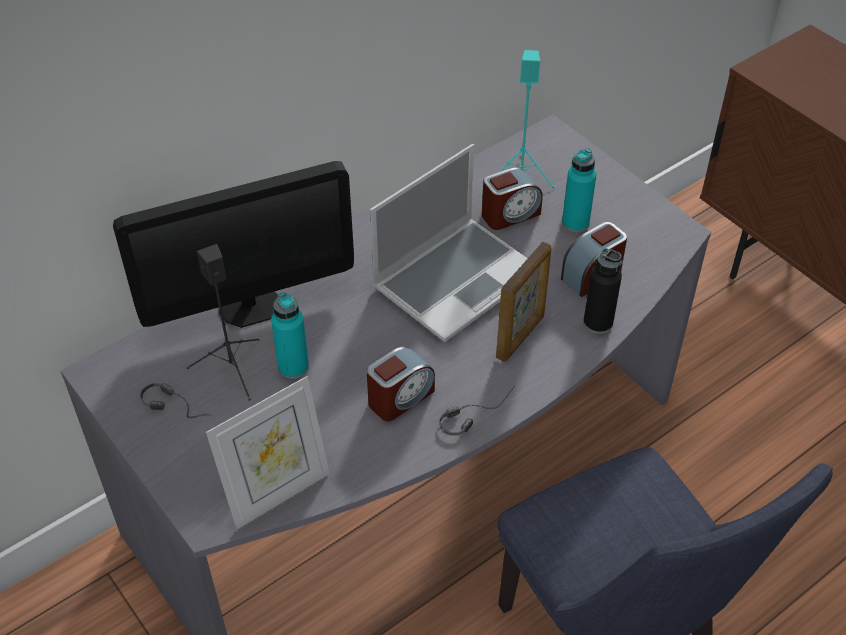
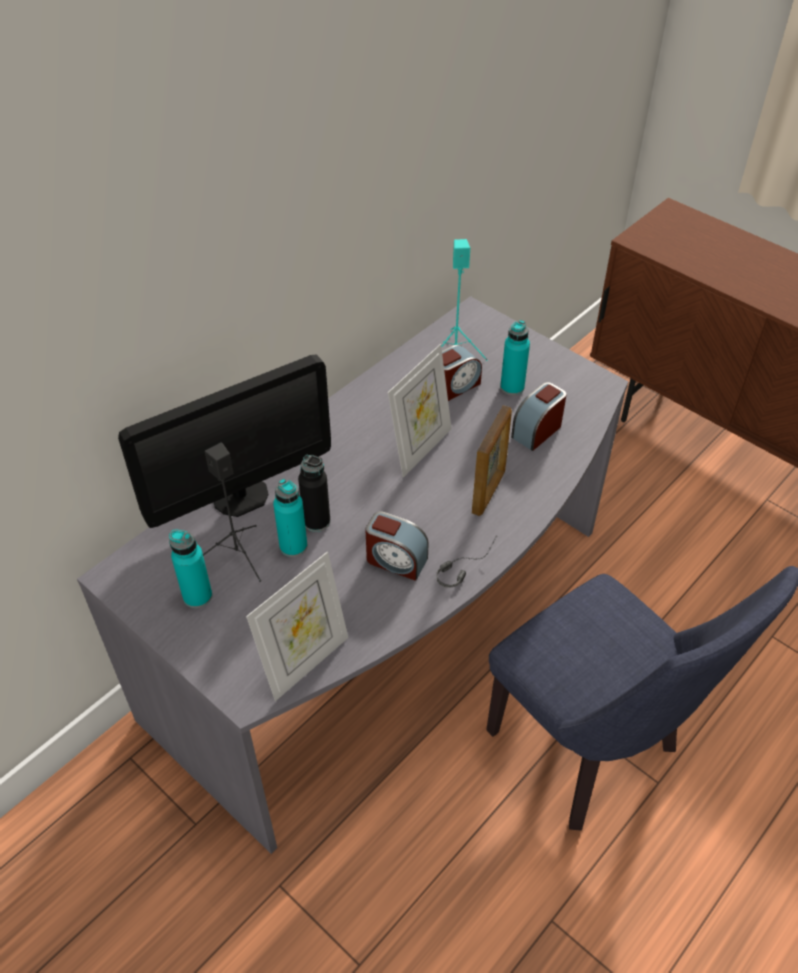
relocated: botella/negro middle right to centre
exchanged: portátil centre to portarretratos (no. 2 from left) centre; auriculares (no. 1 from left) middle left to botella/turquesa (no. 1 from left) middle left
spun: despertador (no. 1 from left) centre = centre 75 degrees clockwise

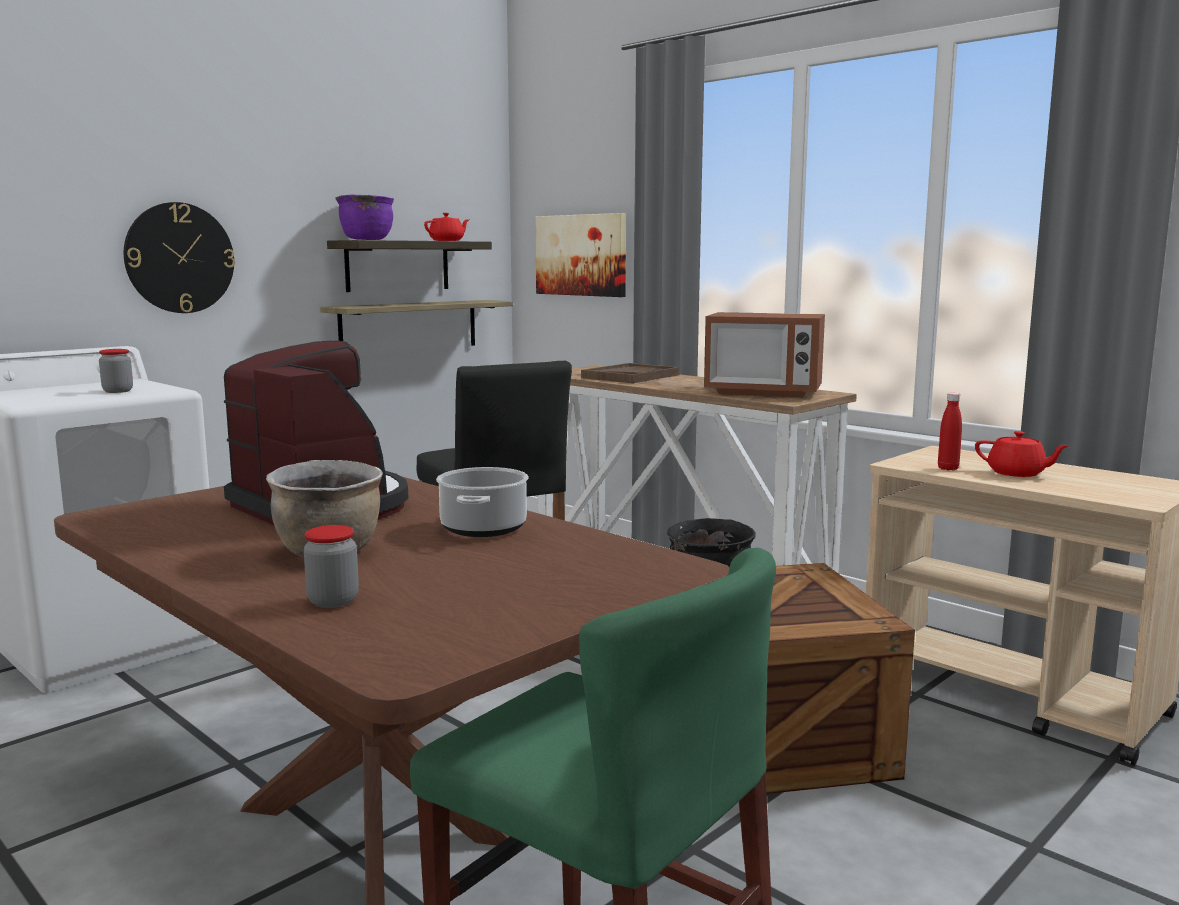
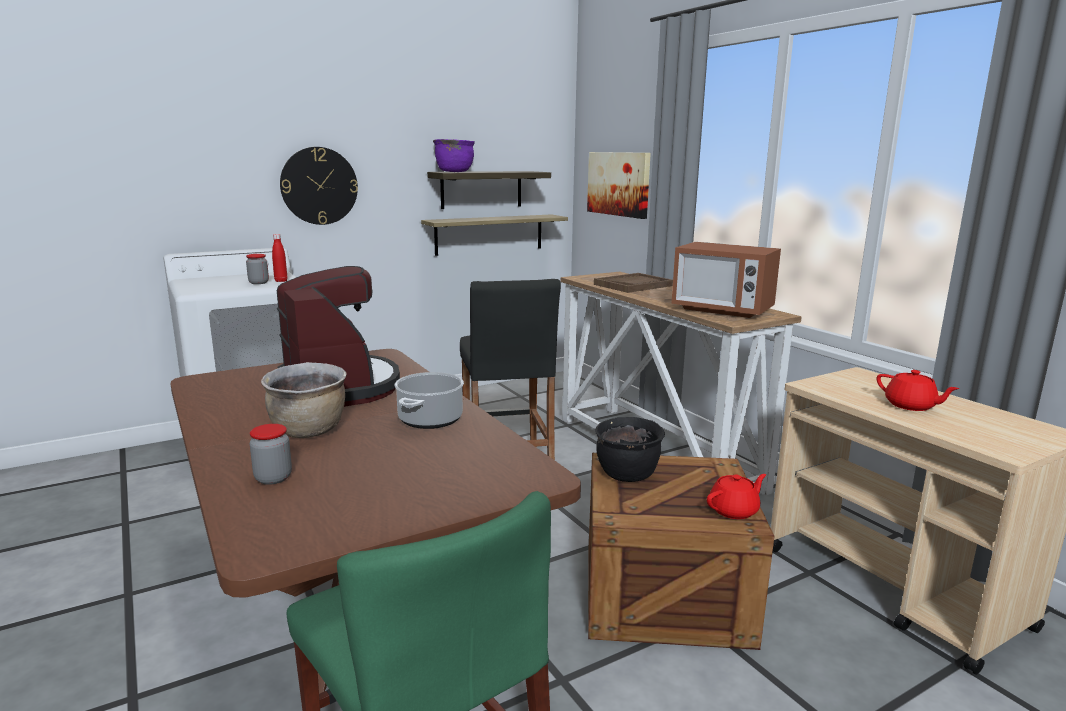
relocated: tetera/rojo (no. 1 from left) top centre to bottom right; botella/rojo middle right to middle left

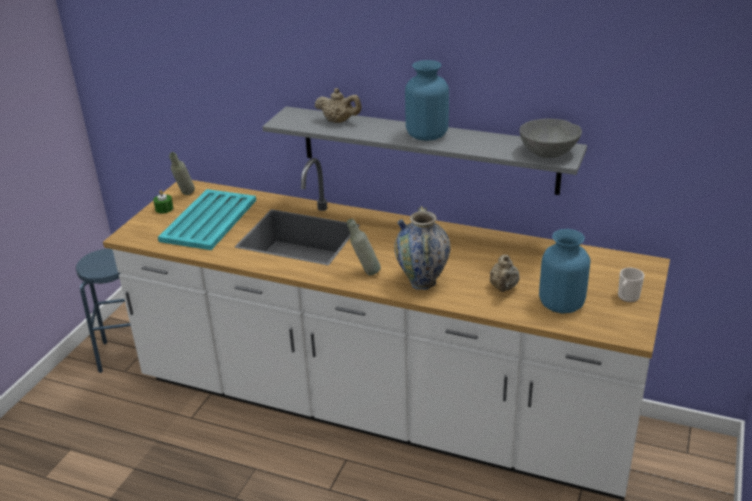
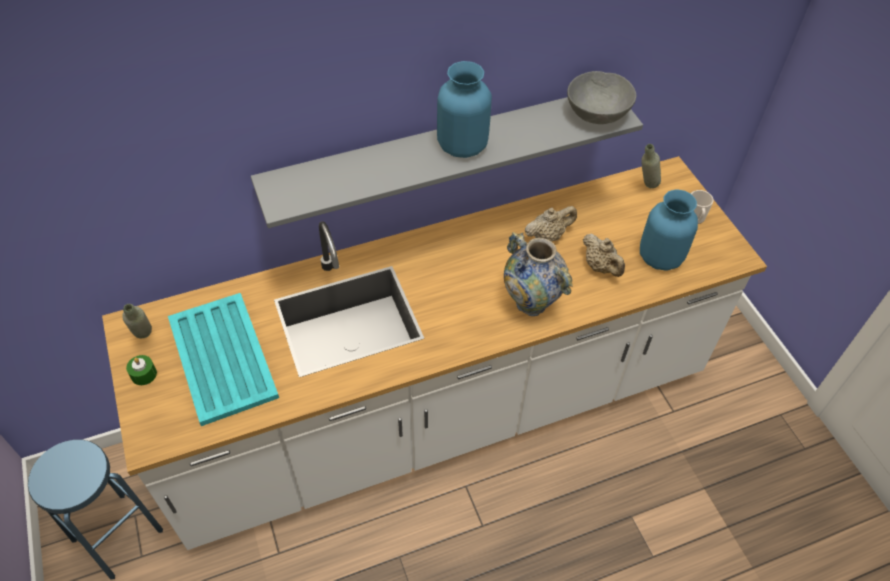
relocated: tetera/beis (no. 1 from left) top centre to centre; botella/gris (no. 2 from left) centre to top right

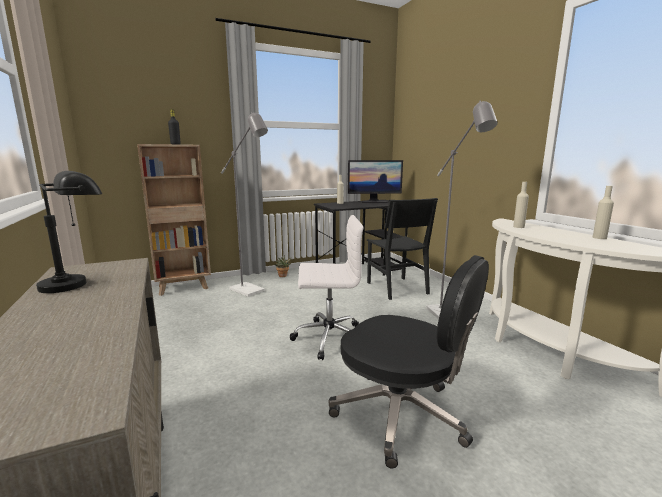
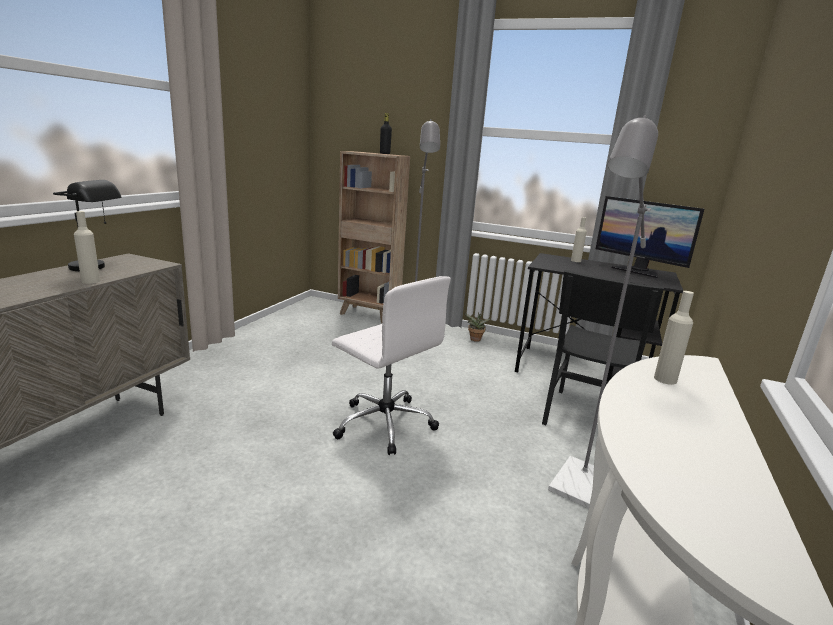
missing: silla de oficina/negro bottom centre
relocated: botella/beis (no. 3 from left in the first image) middle right to botella/beis (no. 1 from left) middle left

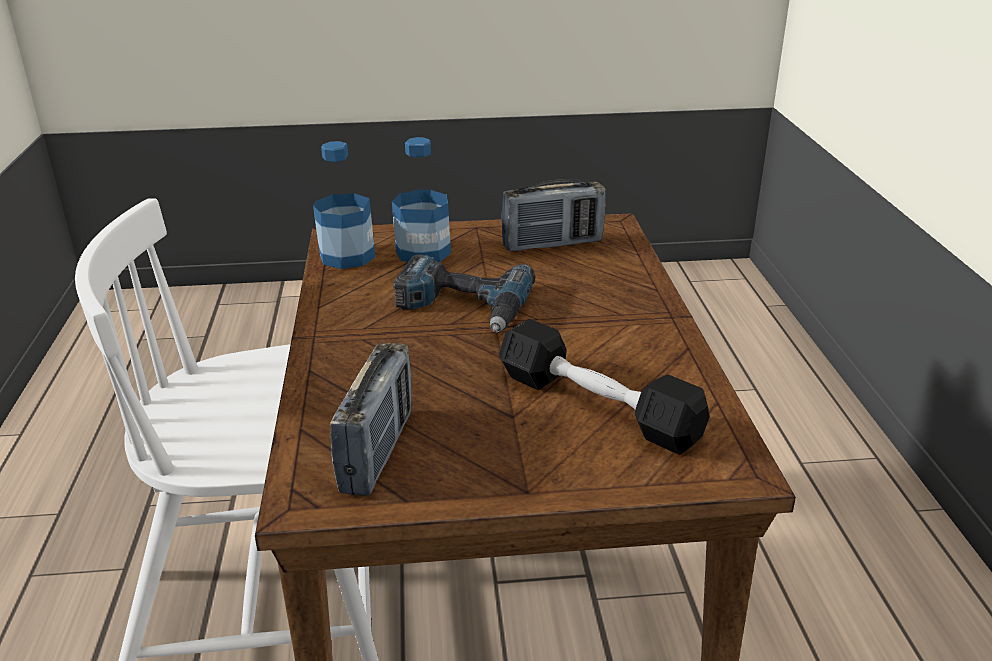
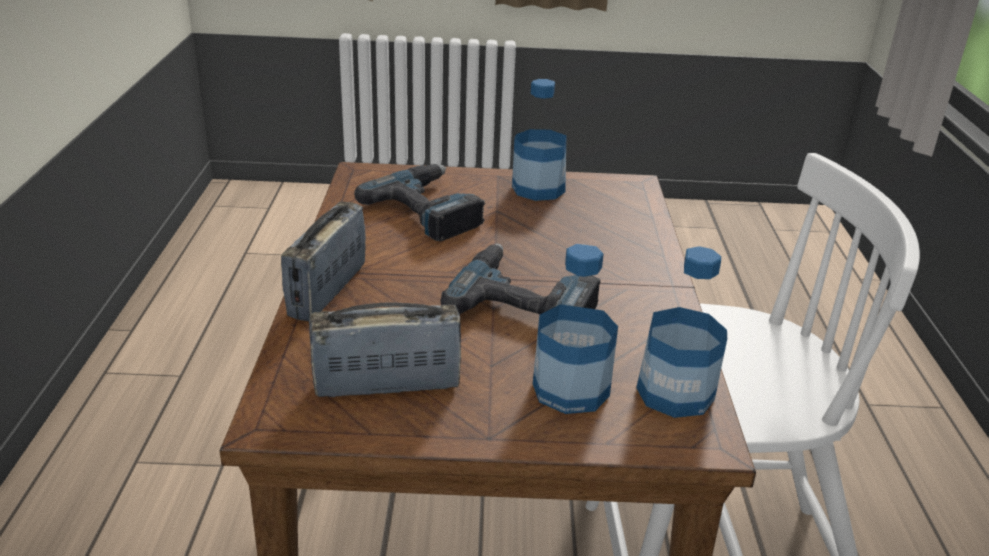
appeared: botella (no. 1 from left) top centre
relocated: radio (no. 1 from left) centre to middle left
exchanged: mancuerna/negro centre to taladro (no. 1 from left) centre

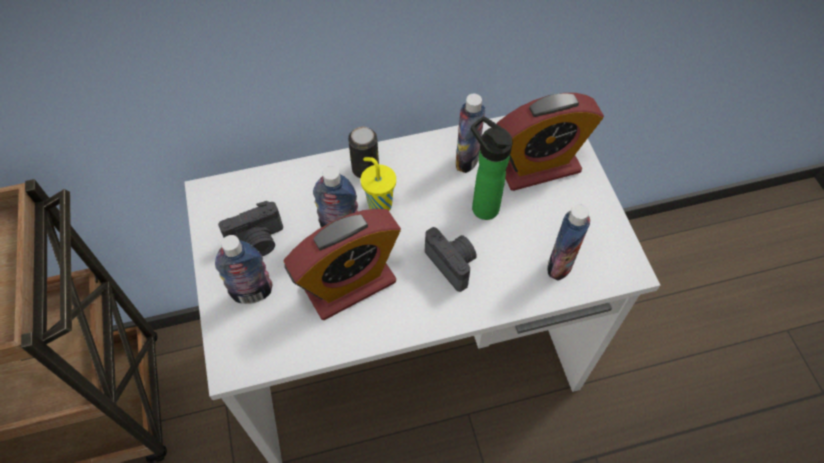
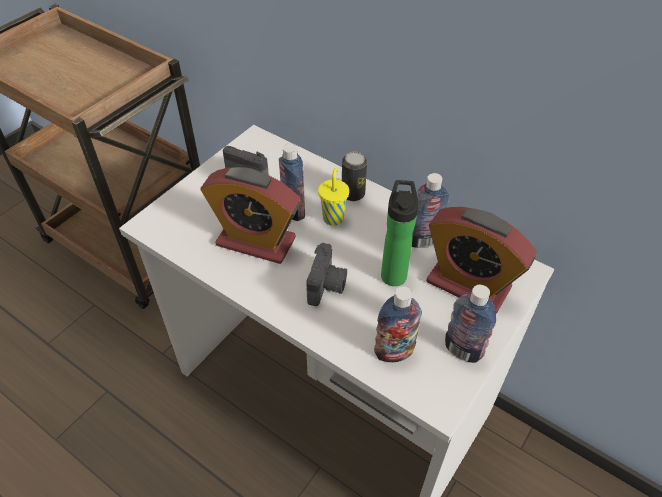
relocated: botella (no. 1 from left in the first image) middle left to botella (no. 5 from left) middle right

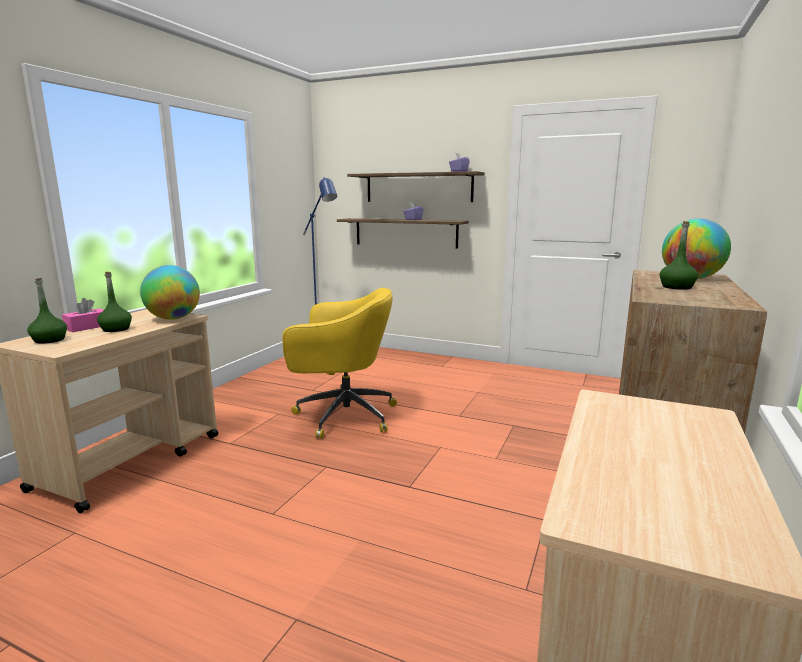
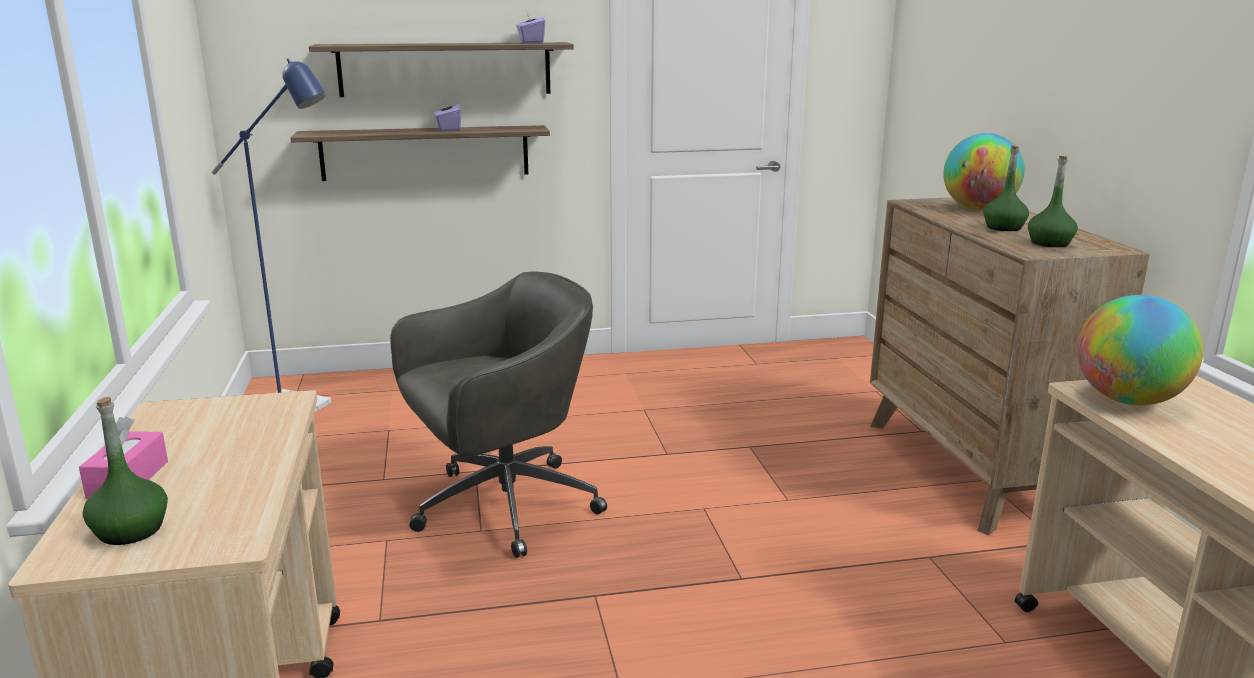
relocated: globo terráqueo (no. 1 from left in the first image) middle left to globo terráqueo (no. 2 from left) middle right; botella/verde (no. 2 from left in the first image) middle left to botella/verde (no. 3 from left) top right
colour: silla de oficina/amarillo centre to silla de oficina/gris centre

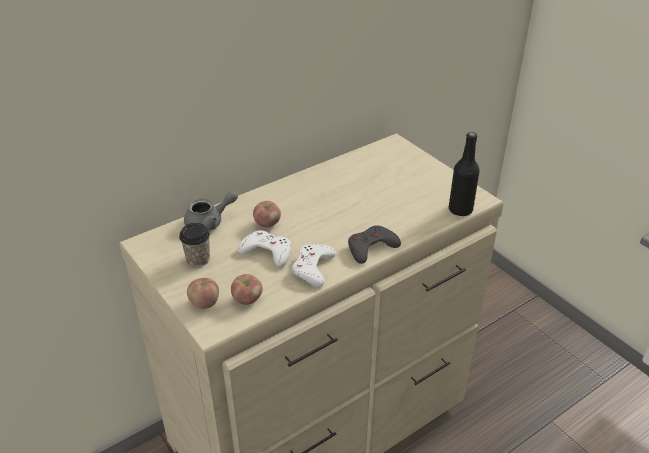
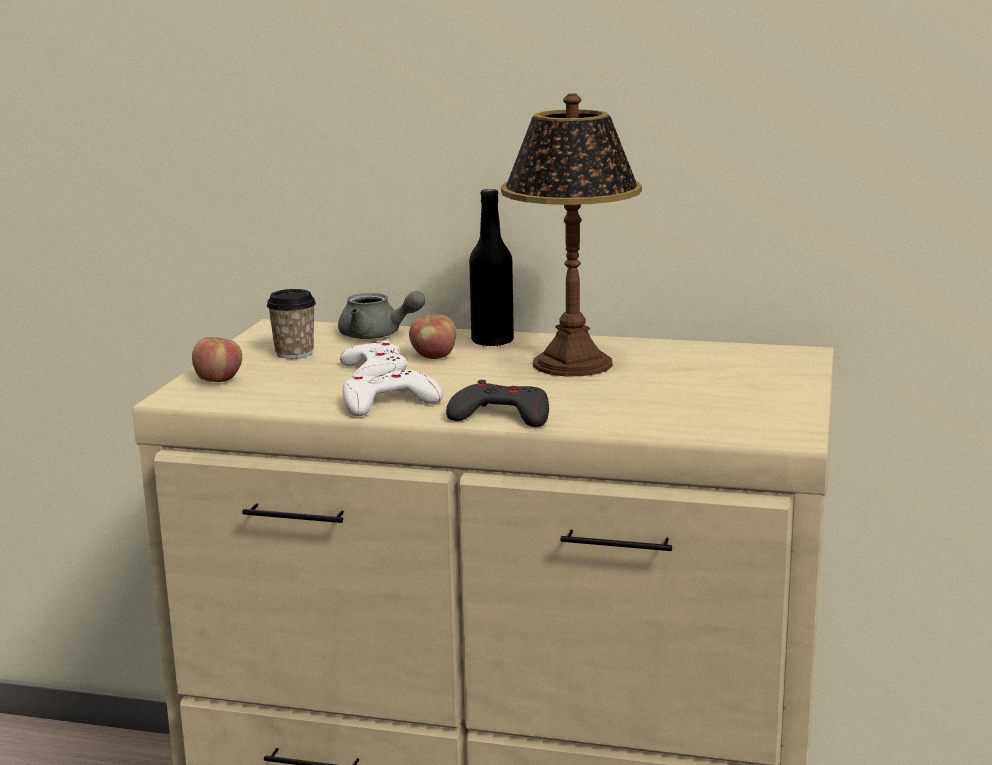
missing: manzana (no. 2 from left) centre
appeared: lámpara de mesa top centre
relocated: botella/negro middle right to centre

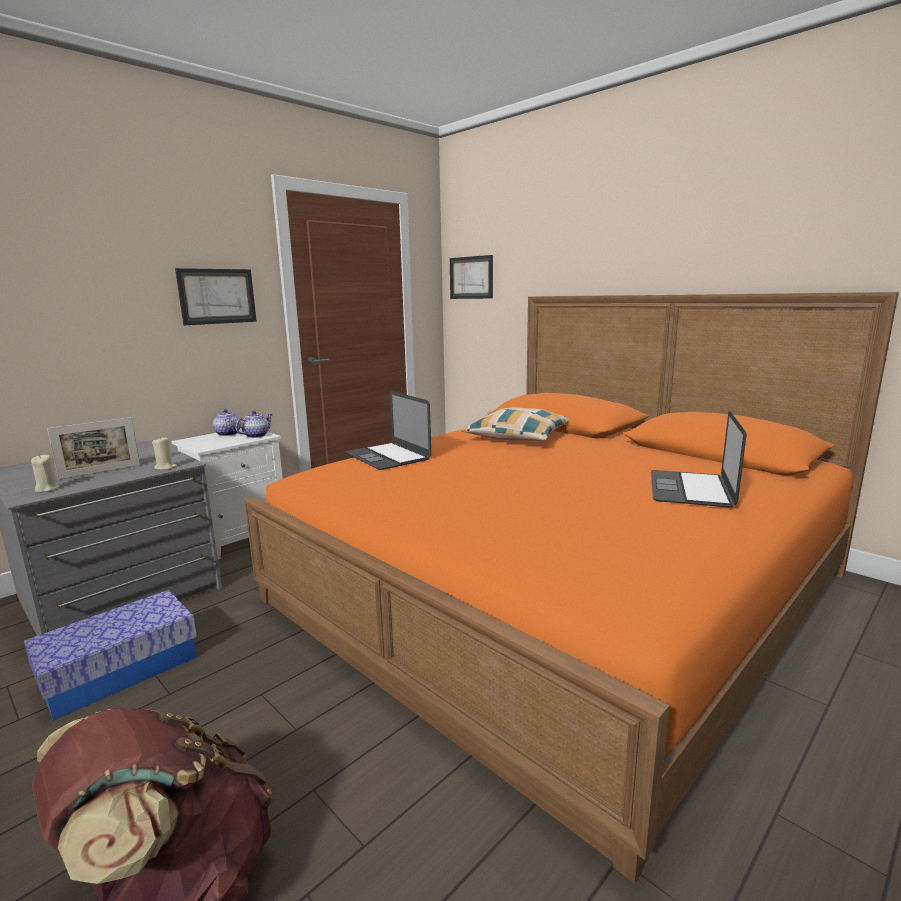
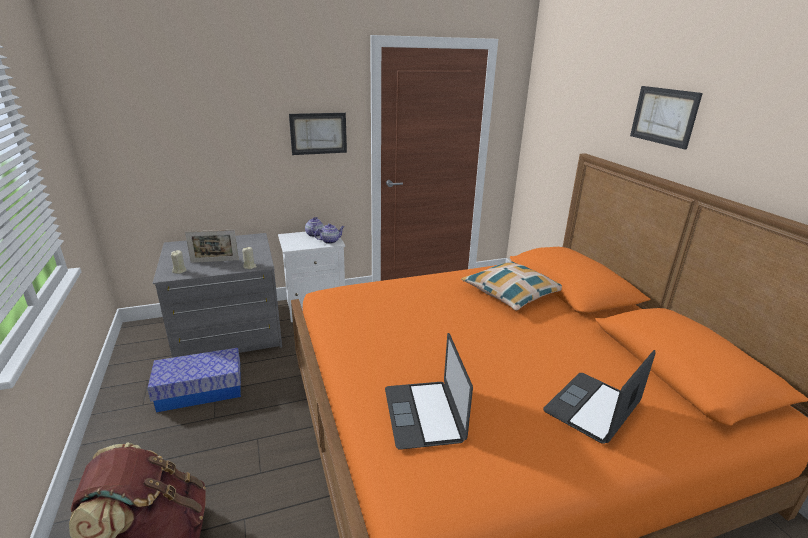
relocated: cuadro (no. 2 from left) top centre to top right; portátil (no. 1 from left) centre to bottom centre

